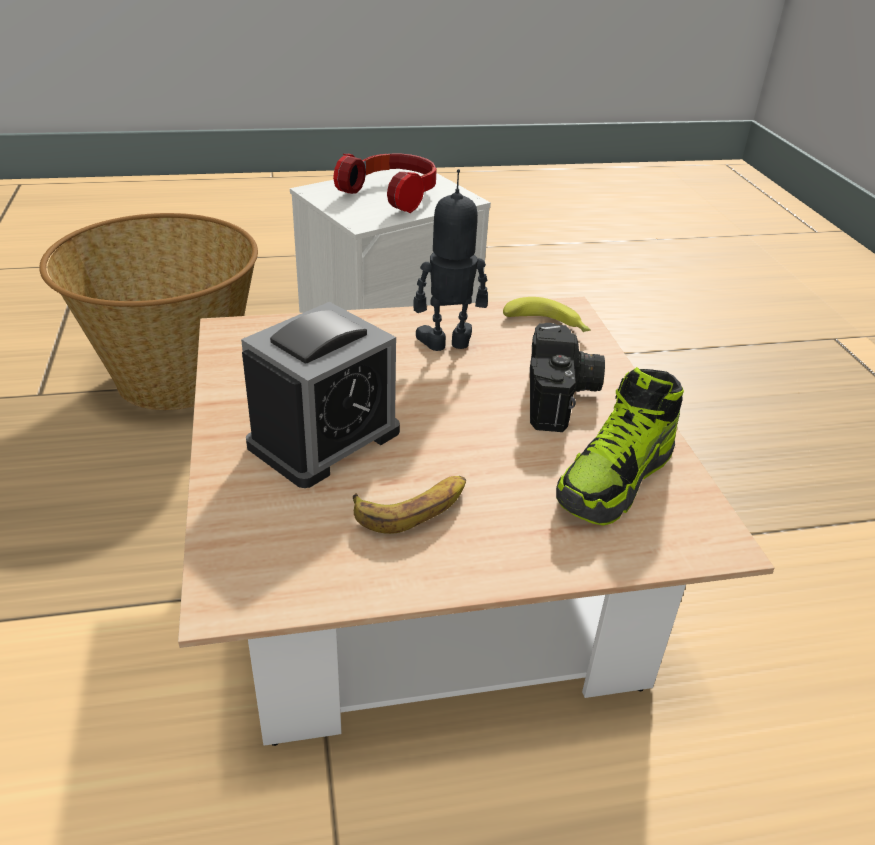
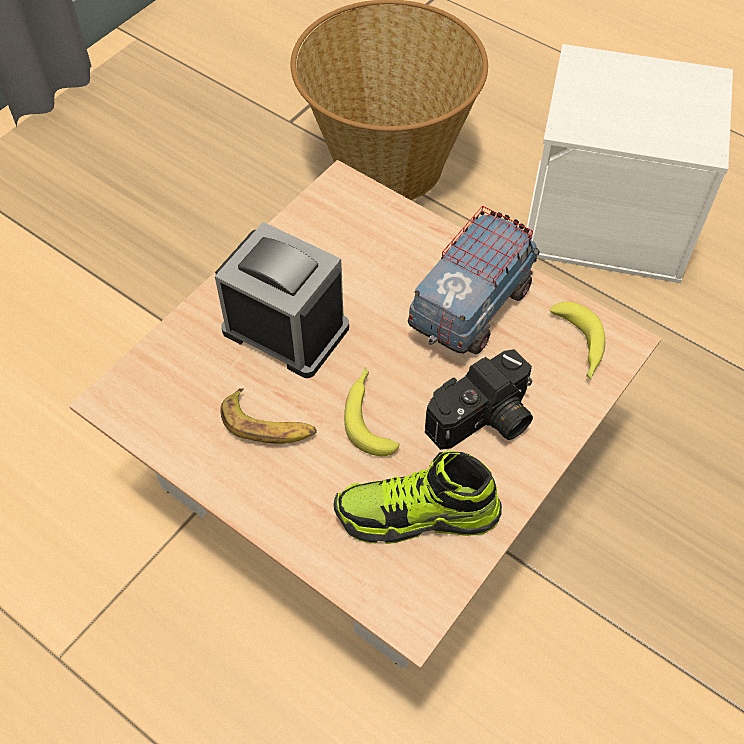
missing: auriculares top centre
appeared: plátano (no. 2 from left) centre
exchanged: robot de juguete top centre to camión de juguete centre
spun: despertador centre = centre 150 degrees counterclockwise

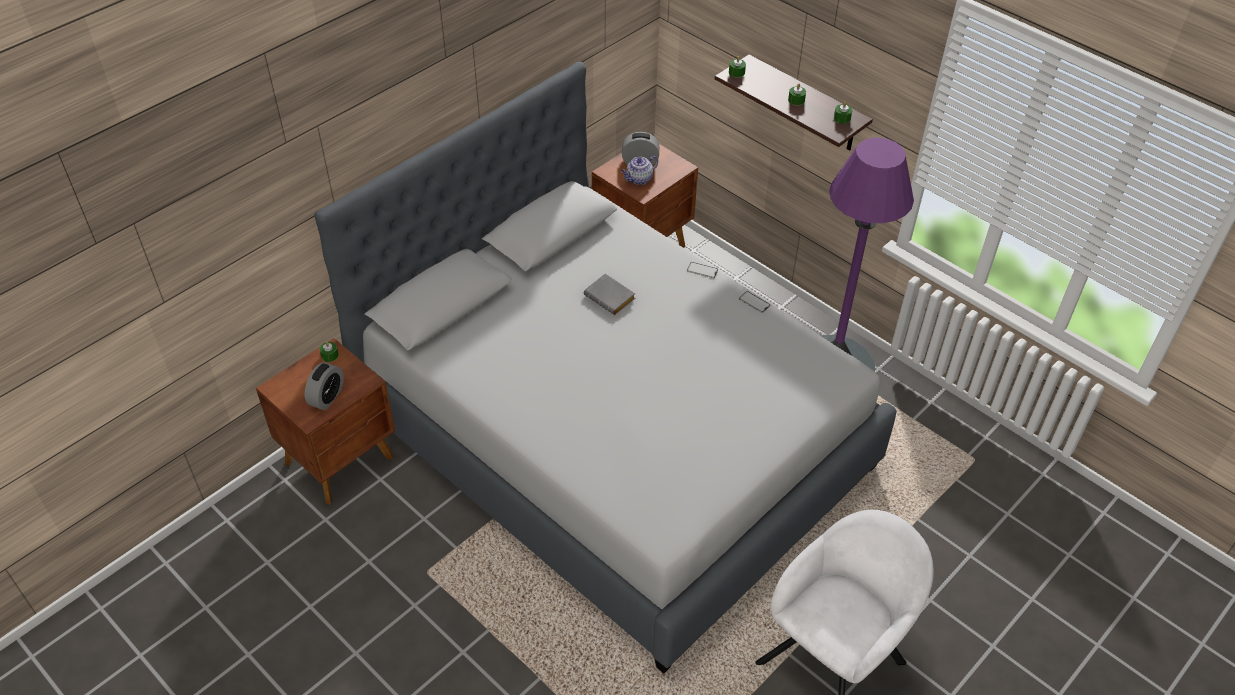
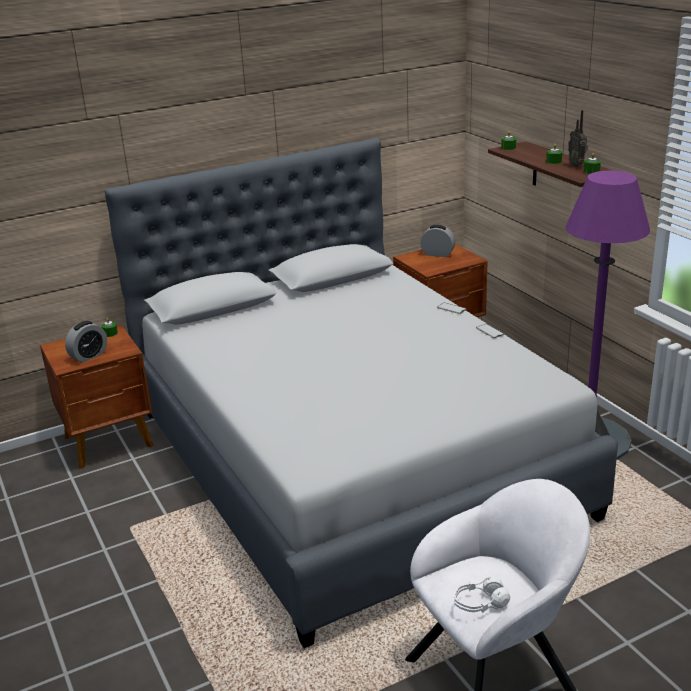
missing: tetera top centre; libro/gris centre
appeared: radio top right; auriculares/blanco bottom right

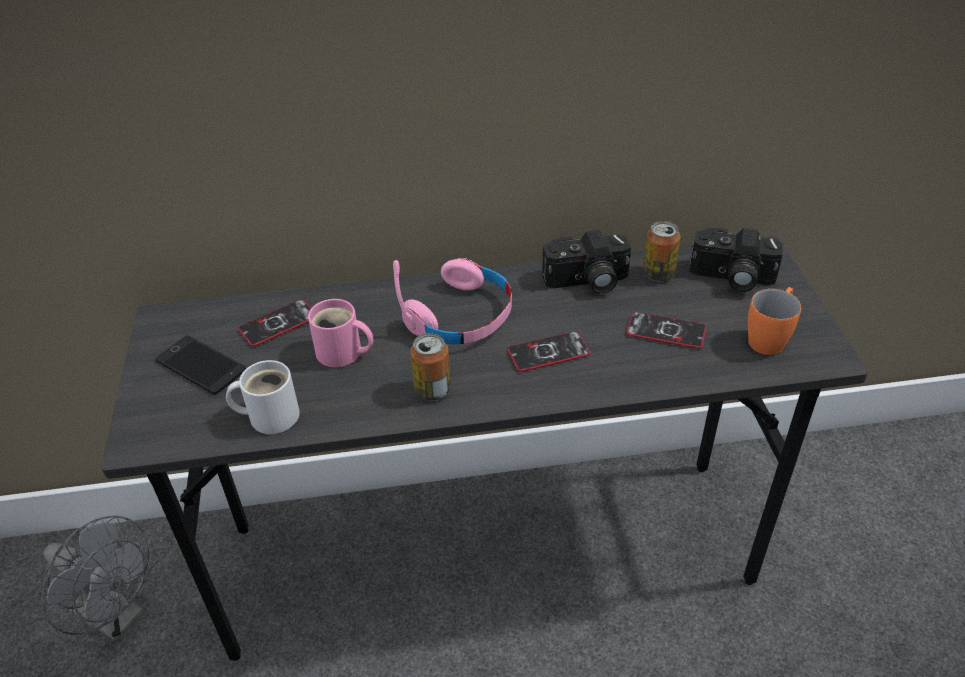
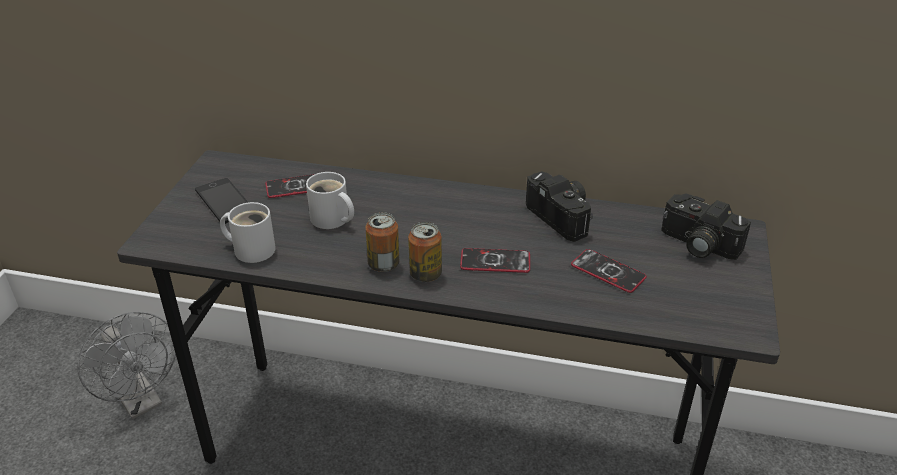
missing: auriculares/rosa centre; taza grande/naranja middle right
relocated: lata (no. 2 from left) middle right to centre
colour: taza grande/rosa centre to taza grande/blanco (no. 2 from left) centre
spun: cámara (no. 1 from left) centre = centre 135 degrees counterclockwise

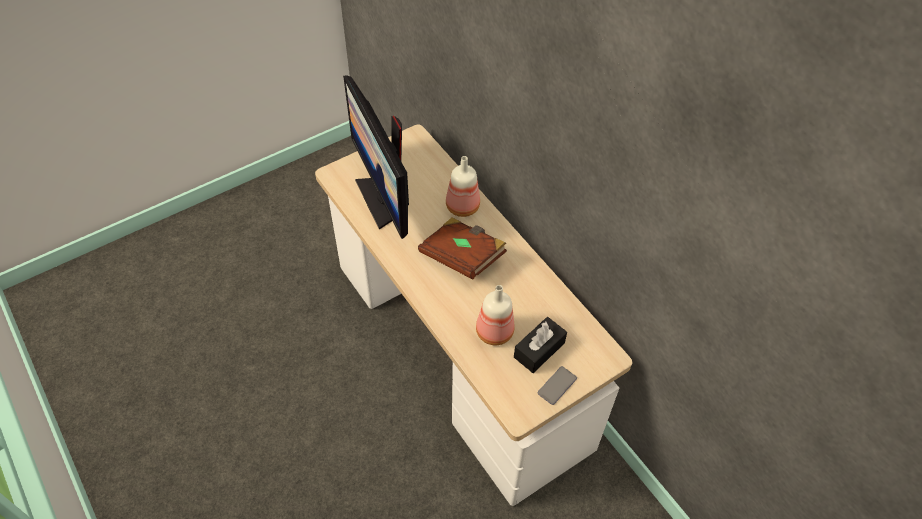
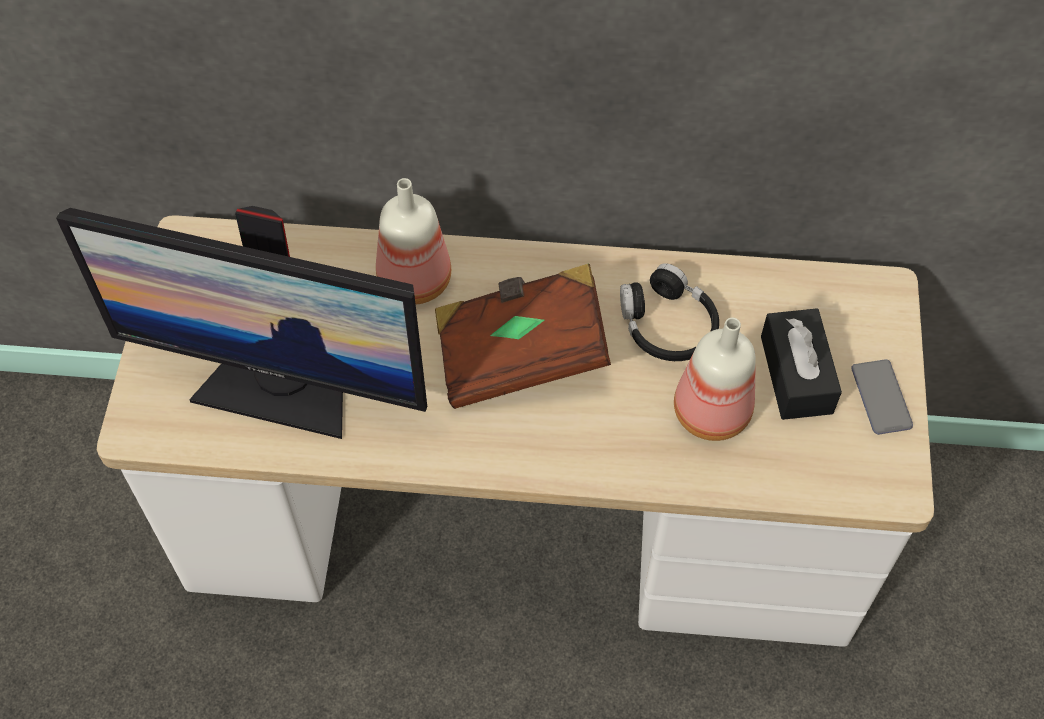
appeared: auriculares/negro centre

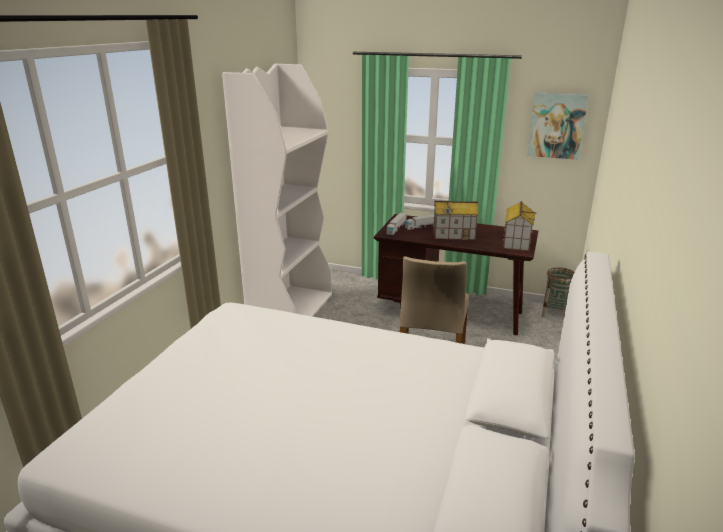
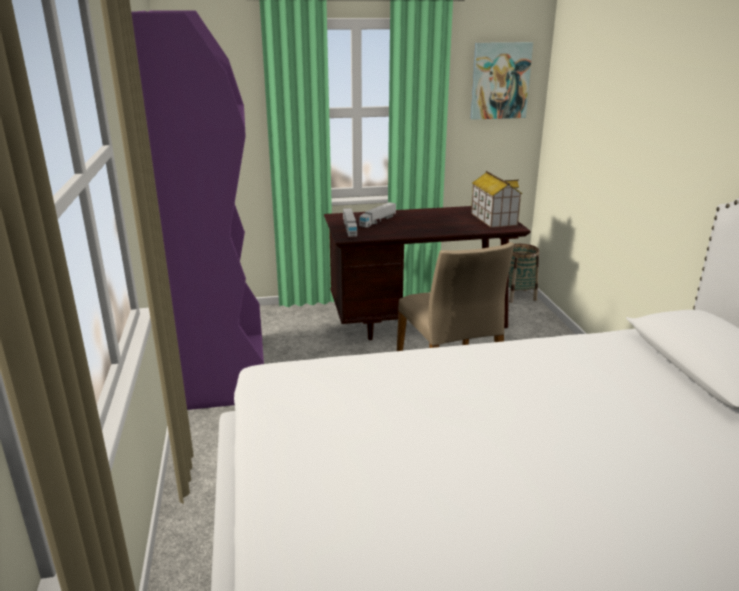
missing: casita (no. 1 from left) centre
colour: estantería/blanco centre to estantería/morado middle left

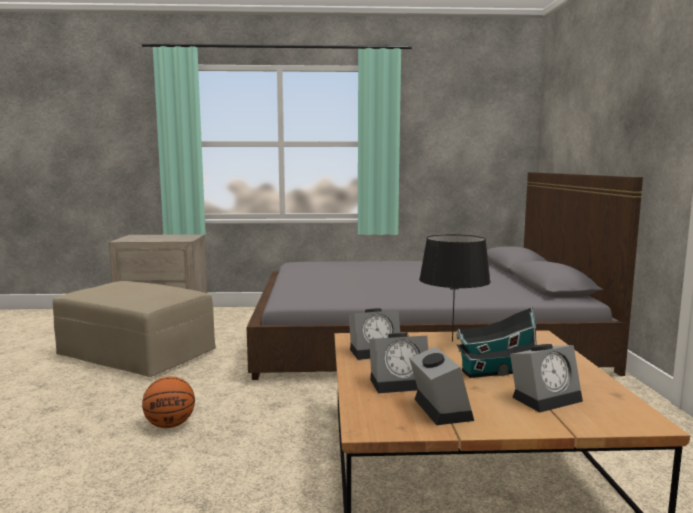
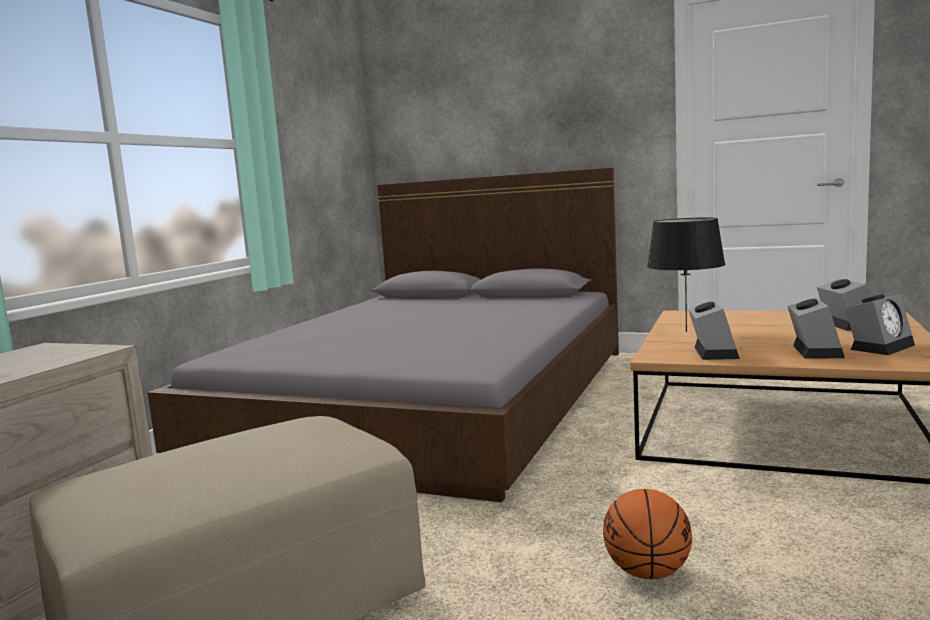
missing: casita bottom right
spun: despertador (no. 3 from left in the first image) bottom centre = middle right 135 degrees clockwise

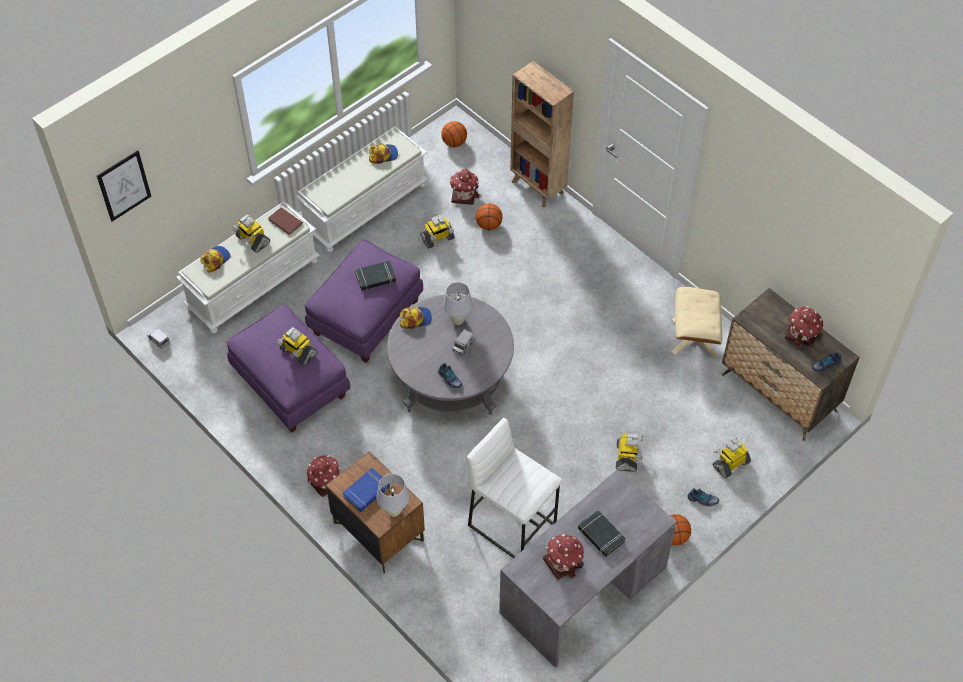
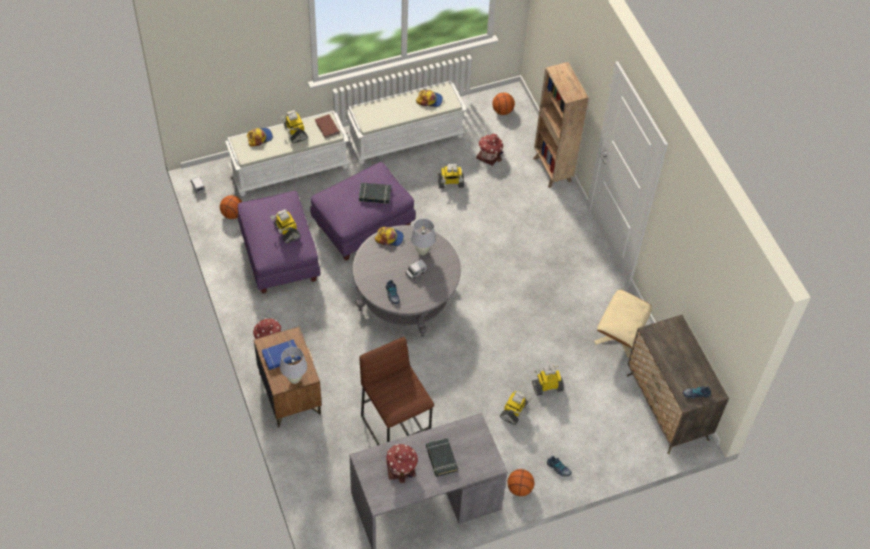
missing: cuadro top left; casita (no. 4 from left) middle right
relocated: balón de baloncesto (no. 2 from left in the first image) top centre to balón de baloncesto (no. 1 from left) middle left; robot de juguete (no. 5 from left) bottom right to bottom centre
colour: taburete/blanco bottom centre to taburete/marrón bottom centre

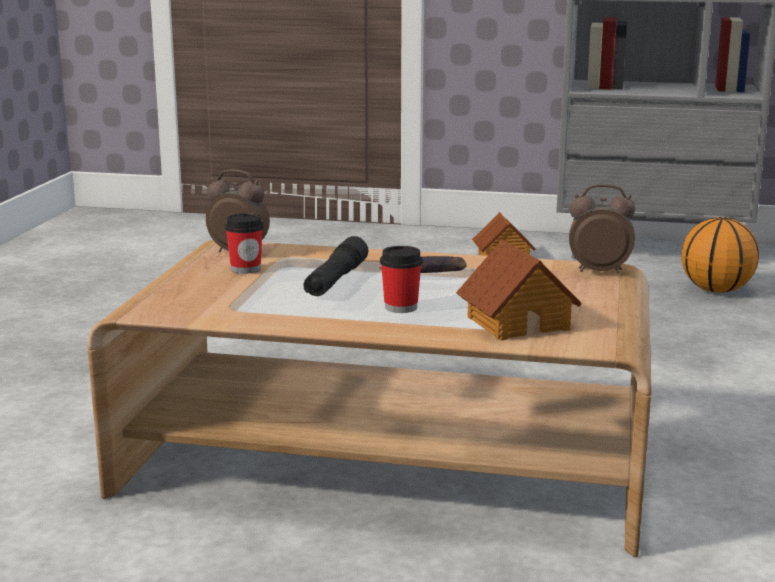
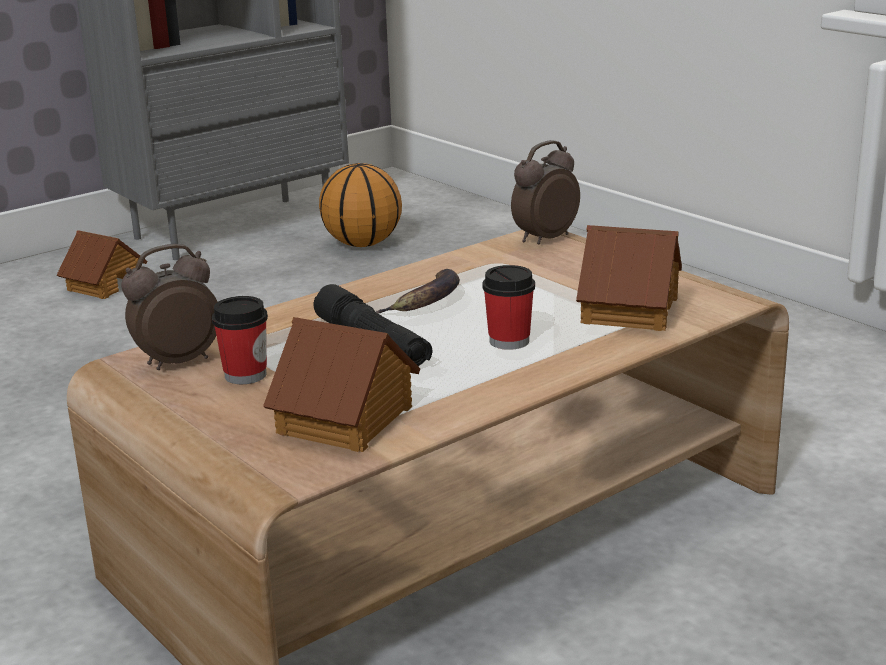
appeared: casita (no. 2 from left) centre

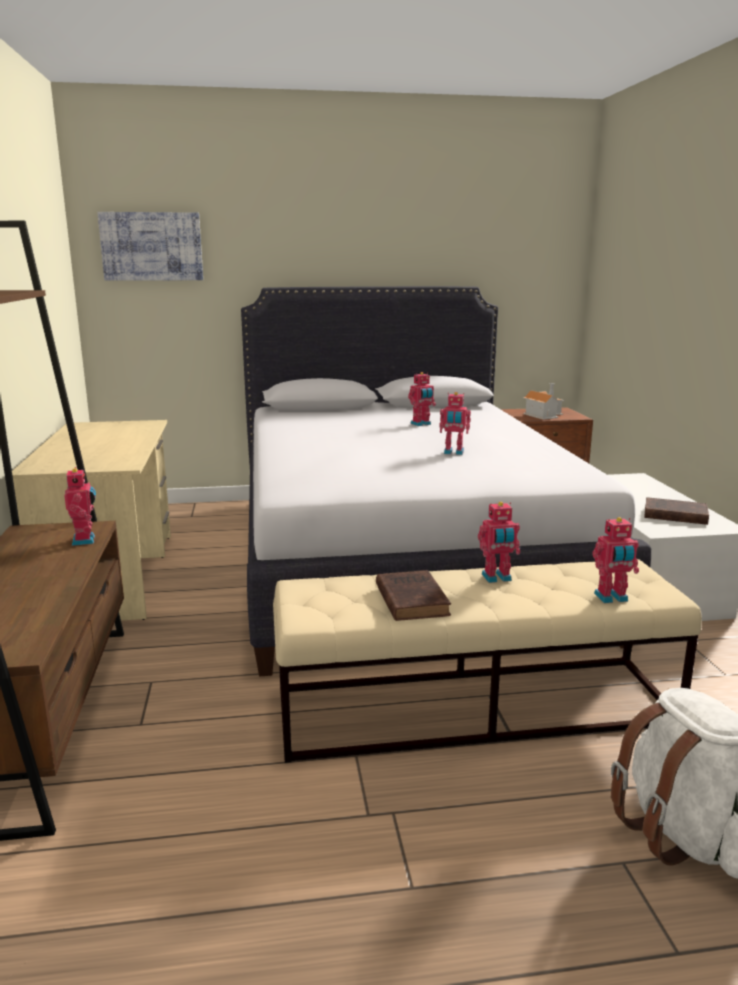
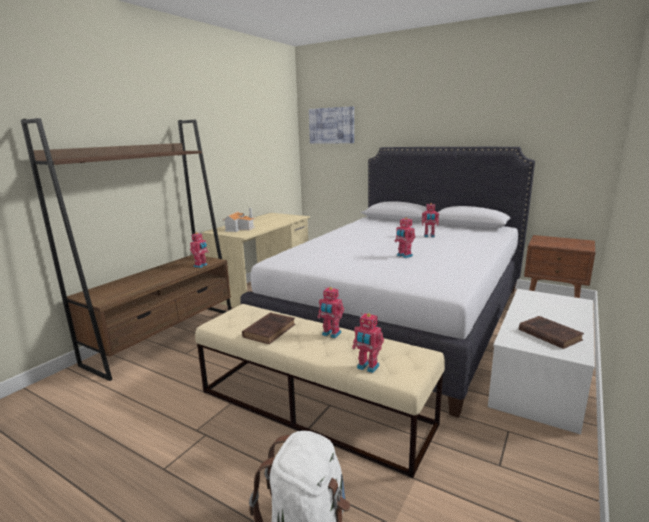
relocated: casita middle right to centre

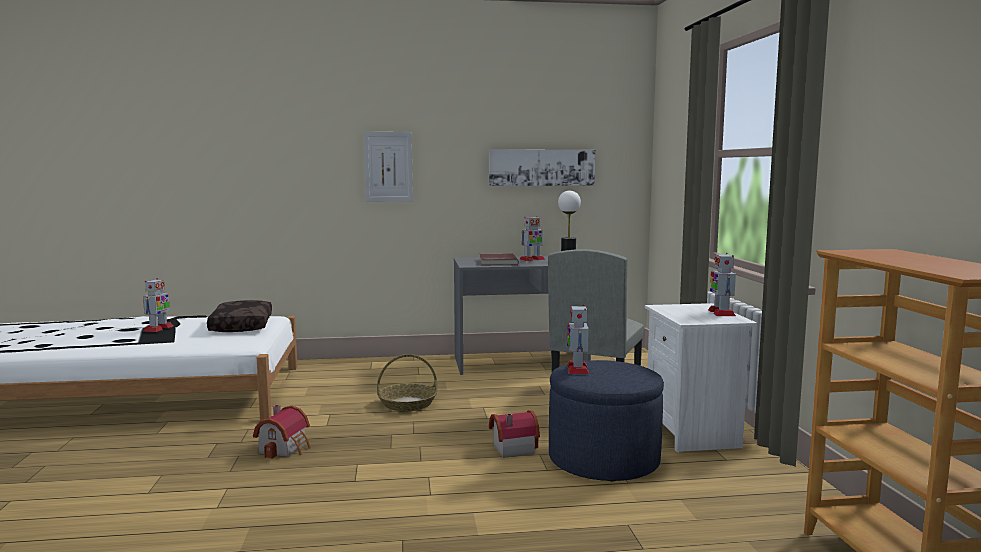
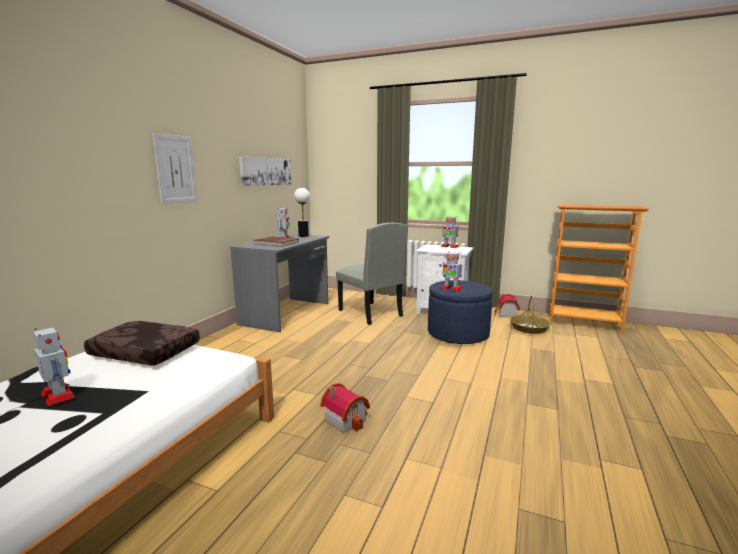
relocated: cesta bottom centre to middle right; casita (no. 2 from left) bottom centre to middle right

